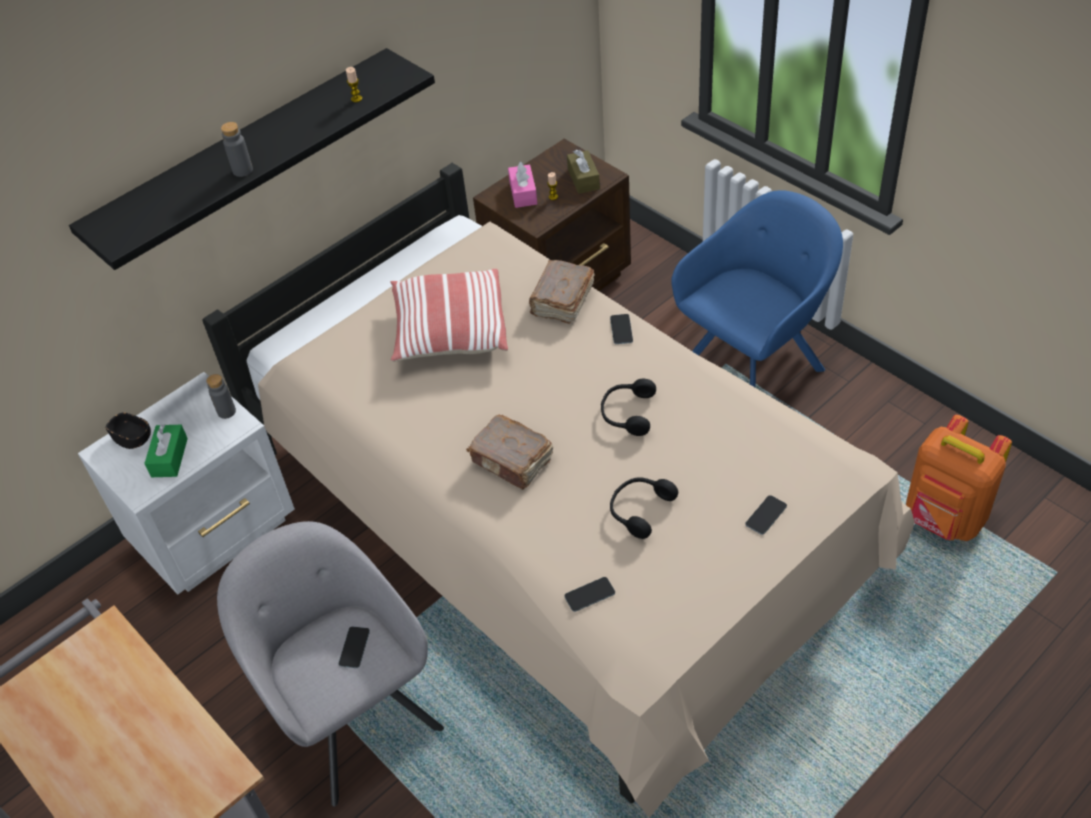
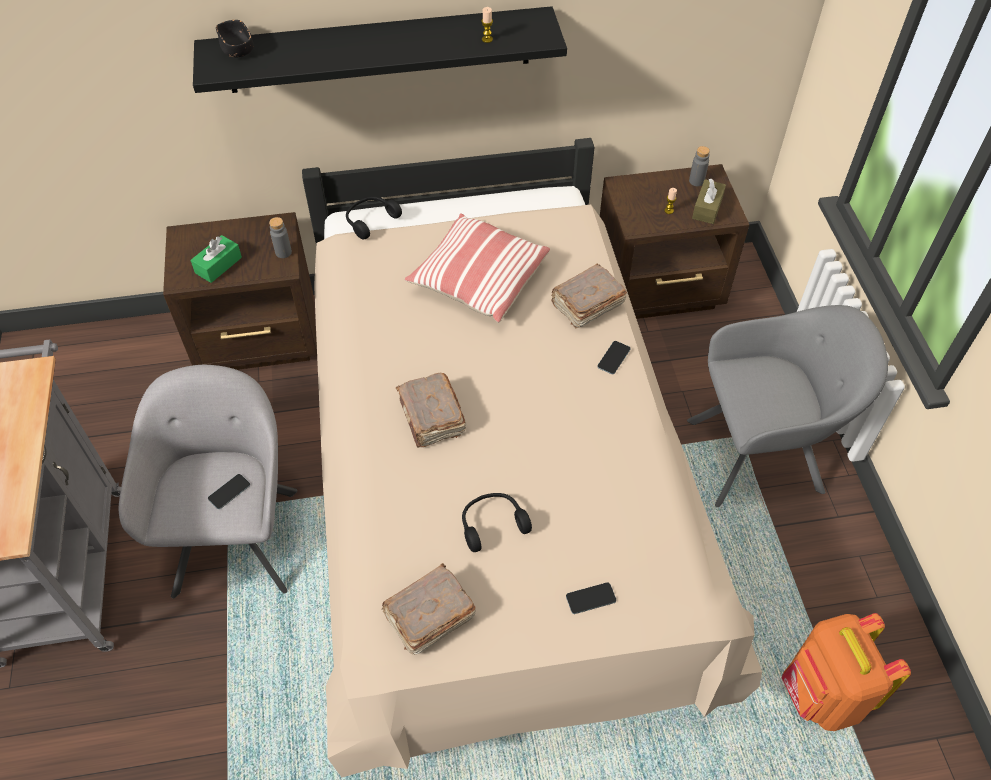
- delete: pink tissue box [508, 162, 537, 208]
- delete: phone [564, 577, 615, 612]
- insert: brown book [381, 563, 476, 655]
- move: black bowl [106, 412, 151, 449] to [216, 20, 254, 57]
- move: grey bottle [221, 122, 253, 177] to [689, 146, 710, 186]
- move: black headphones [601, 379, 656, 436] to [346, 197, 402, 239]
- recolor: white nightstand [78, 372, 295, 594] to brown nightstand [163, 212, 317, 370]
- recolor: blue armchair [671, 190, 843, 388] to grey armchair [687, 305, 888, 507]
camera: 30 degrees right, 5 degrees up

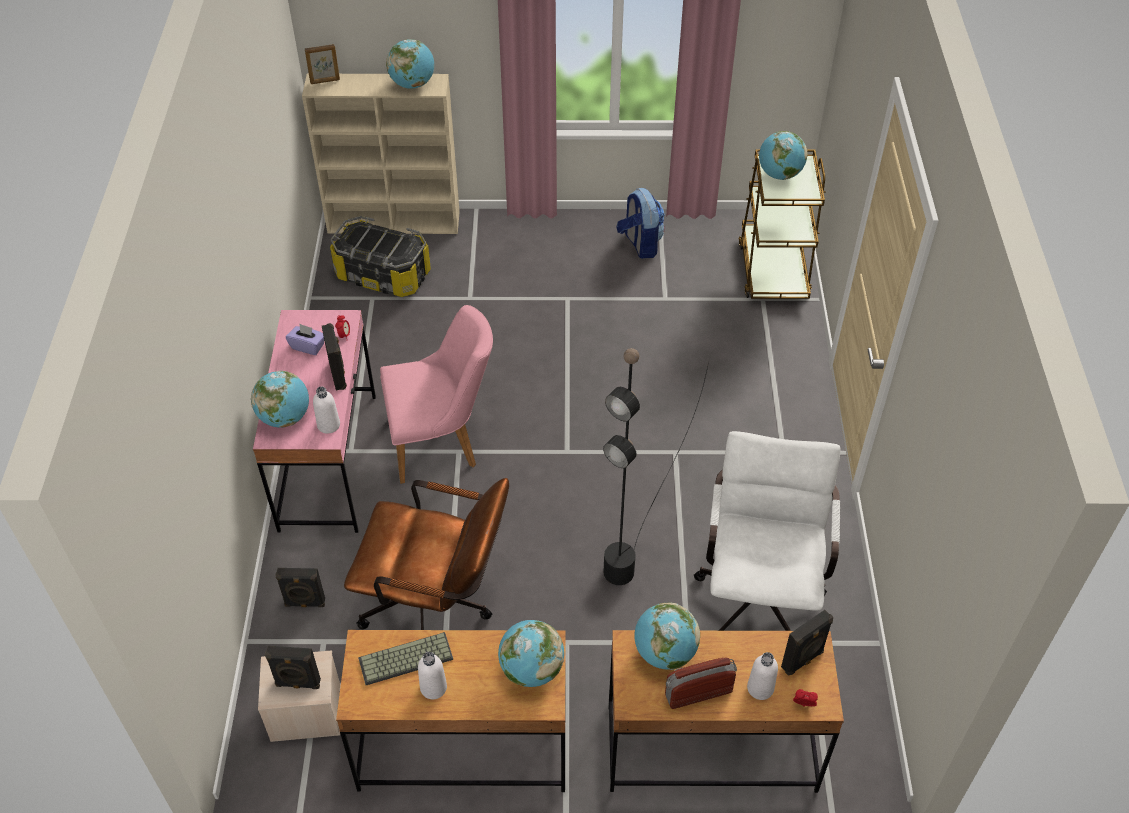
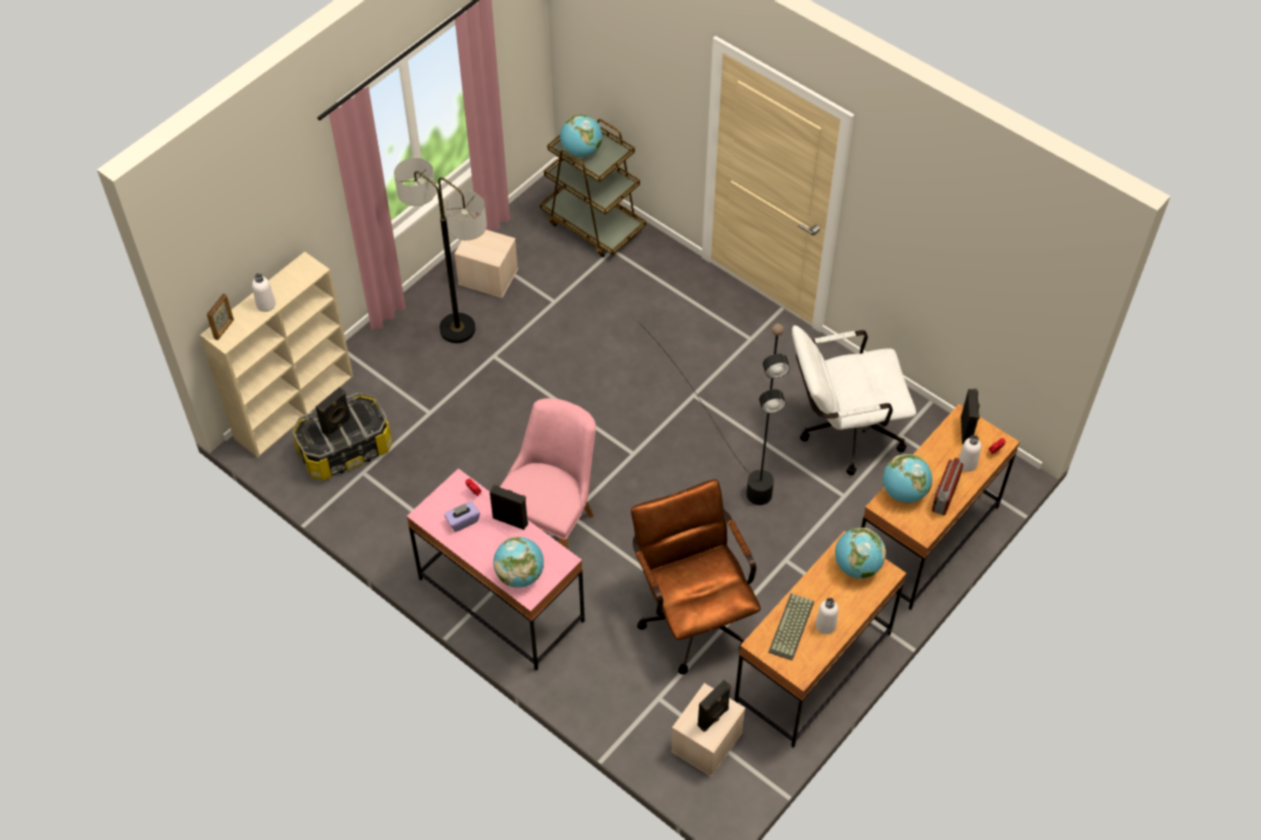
- delete: globe [386, 39, 434, 89]
- insert: floor lamp [394, 158, 487, 343]
- move: black speaker [275, 568, 325, 607] to [316, 387, 351, 437]
- move: white bottle [313, 386, 340, 434] to [252, 273, 276, 312]
- replace: backpack [616, 188, 665, 259] to beige storage box [454, 230, 518, 298]
- rotate: brown office chair [344, 478, 509, 630] = [631, 479, 761, 674] 75 degrees counterclockwise
- rotate: white office chair [694, 431, 840, 631] = [792, 325, 916, 475] 60 degrees counterclockwise
camera: 50 degrees left, 5 degrees up

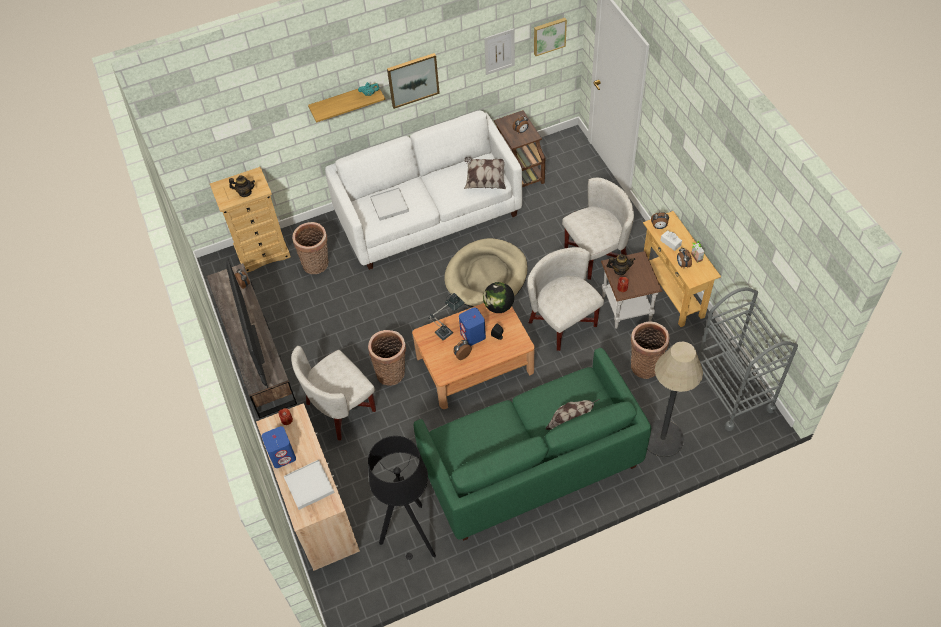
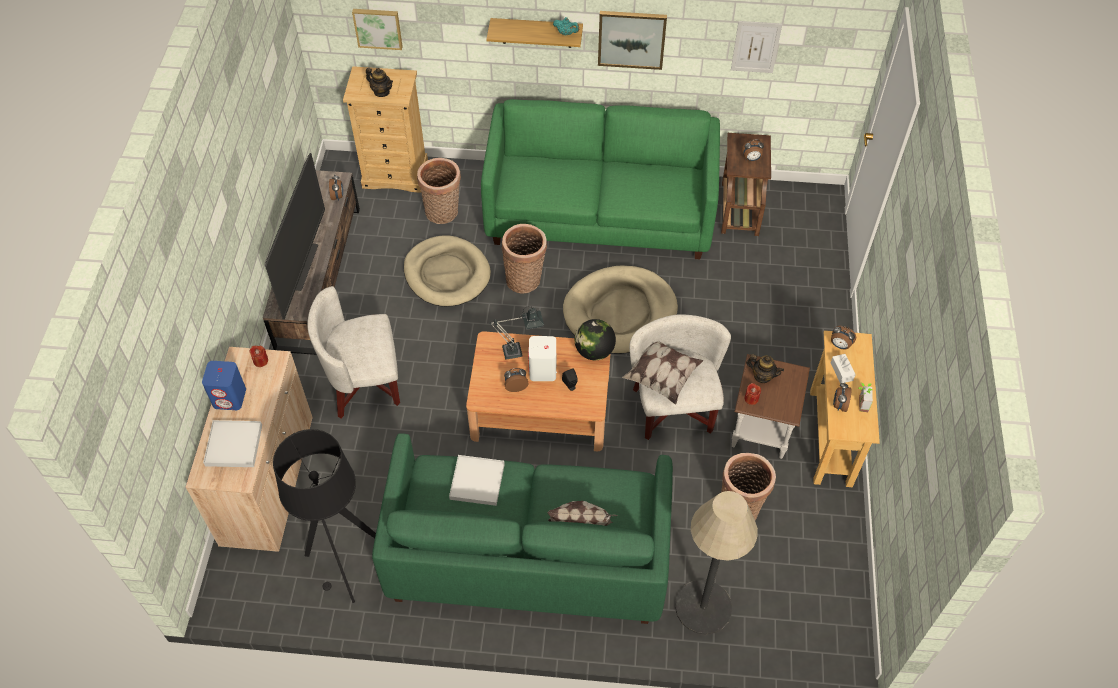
- delete: white armchair [562, 178, 634, 280]
- delete: grey cart [698, 287, 798, 431]
- insert: beige dog bed [404, 235, 491, 307]
- move: basket [368, 330, 406, 386] to [501, 224, 547, 294]
- move: white tray [370, 187, 409, 221] to [449, 455, 505, 506]
- move: pillow [464, 157, 506, 189] to [622, 341, 703, 404]
- move: picture [534, 18, 567, 56] to [352, 9, 403, 50]
- recolor: white sofa [325, 110, 522, 270] to green sofa [481, 99, 720, 259]
- recolor: blue speaker [459, 307, 486, 346] to white speaker [528, 336, 557, 381]
camera: 25 degrees right, 0 degrees up

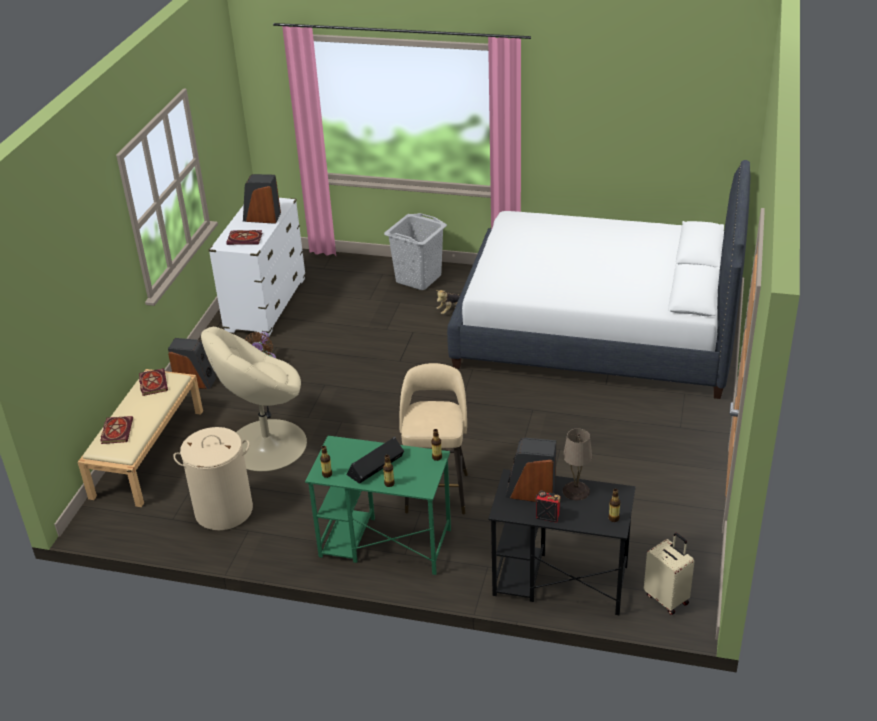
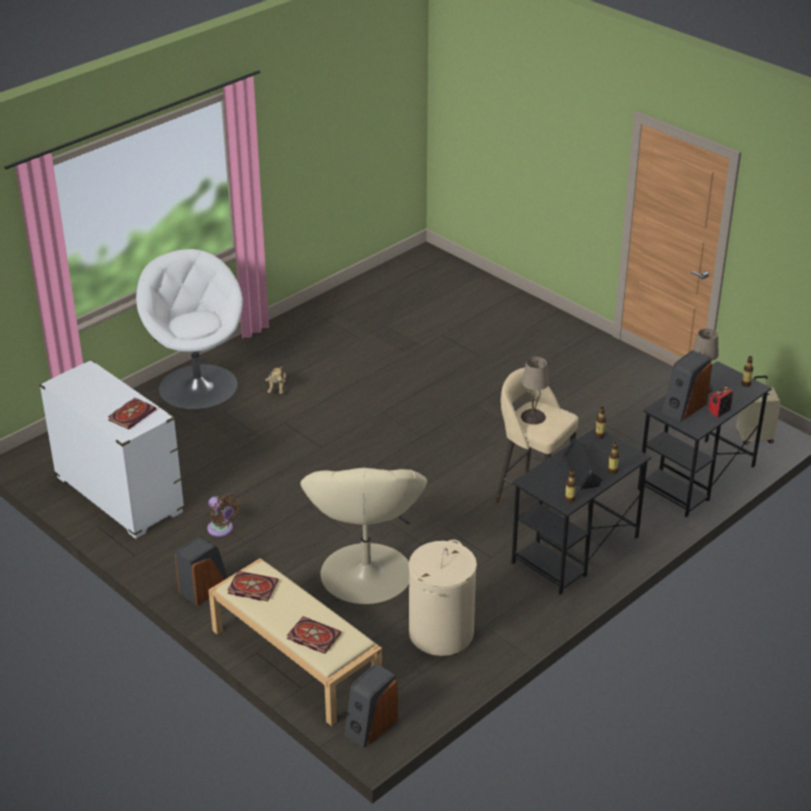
- delete: white bed [447, 160, 750, 399]
- insert: beige table lamp [521, 357, 549, 425]
- move: speaker [243, 174, 281, 224] to [344, 663, 398, 748]
- replace: grey laundry basket [384, 213, 447, 290] to white armchair [136, 249, 243, 409]
- recolor: green desk [305, 436, 451, 575] to black desk [511, 427, 651, 595]
camera: 60 degrees left, 0 degrees up

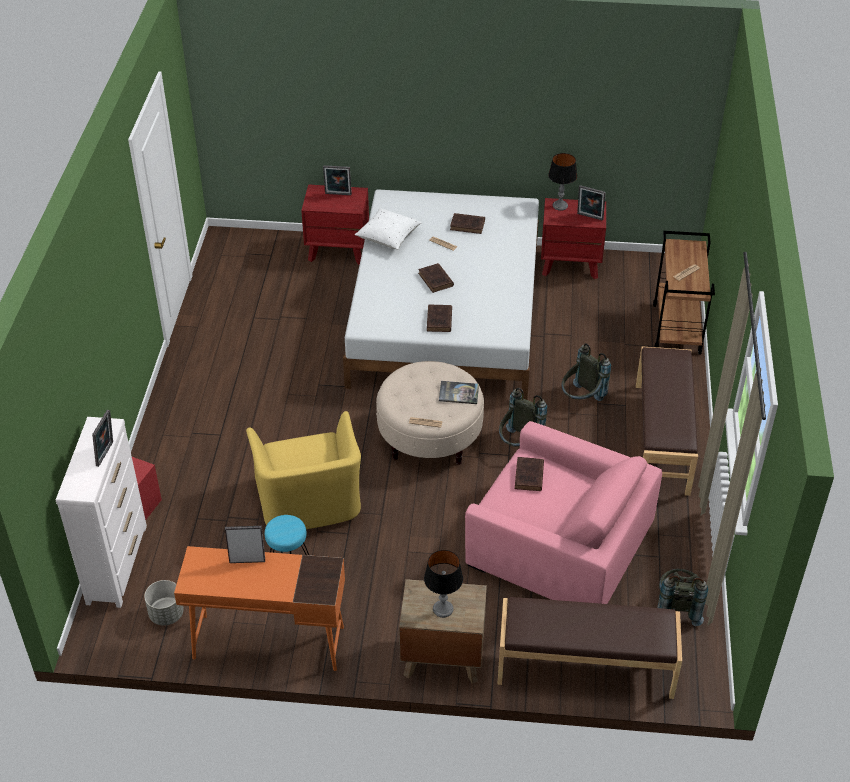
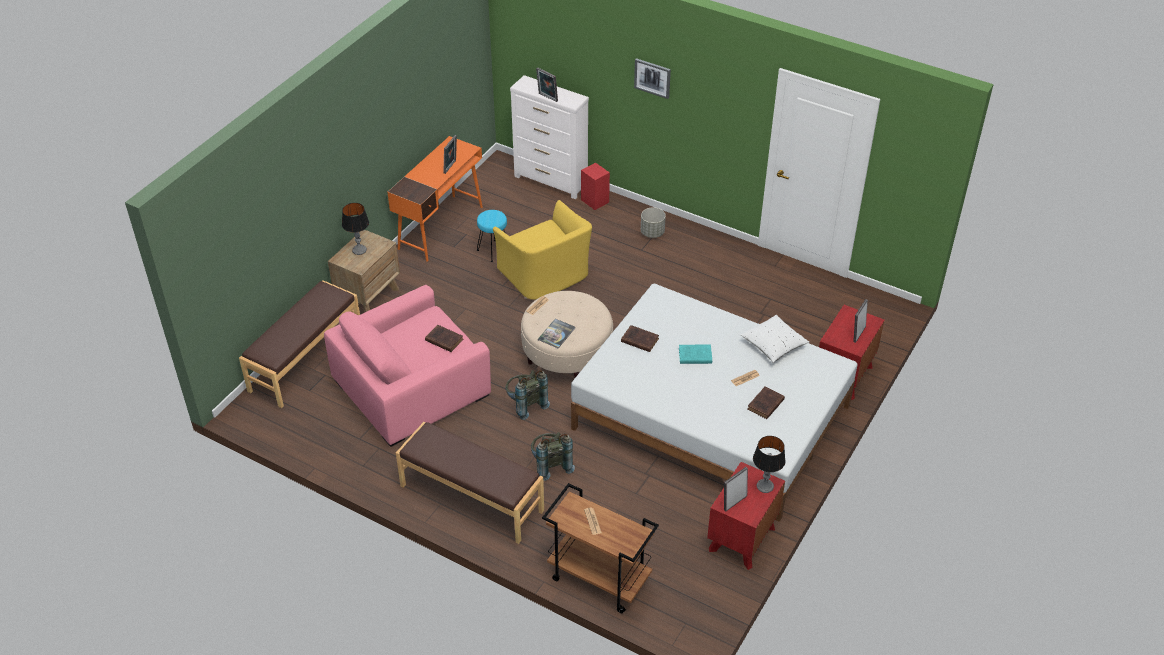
- delete: grey backpack [657, 569, 708, 626]
- insert: picture [634, 58, 671, 99]
- move: grey planter [144, 580, 184, 625] to [641, 207, 666, 238]
- recolor: brown book [418, 263, 454, 293] to turquoise book [679, 345, 712, 364]
- rotate: yellow armchair [246, 411, 361, 529] = [493, 200, 592, 300] 135 degrees counterclockwise
camera: 115 degrees right, 0 degrees up

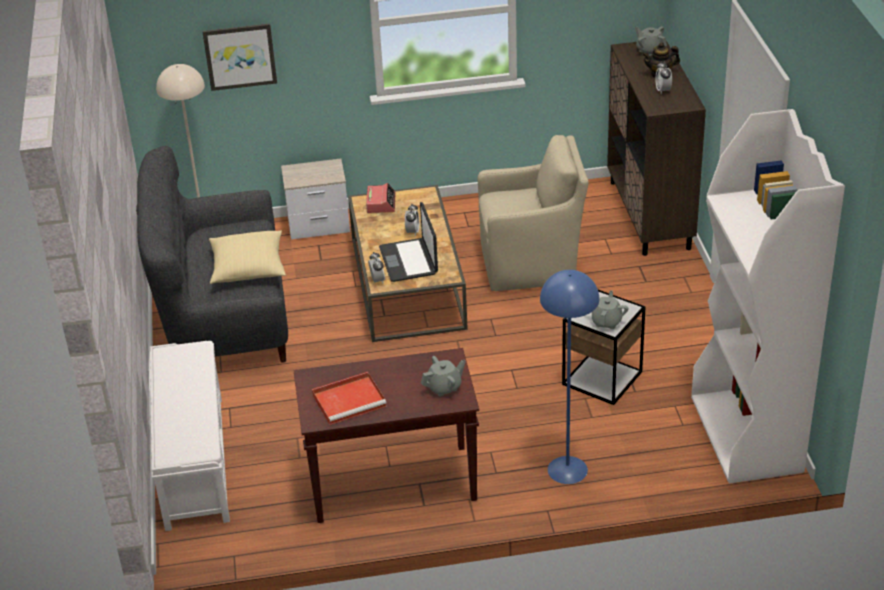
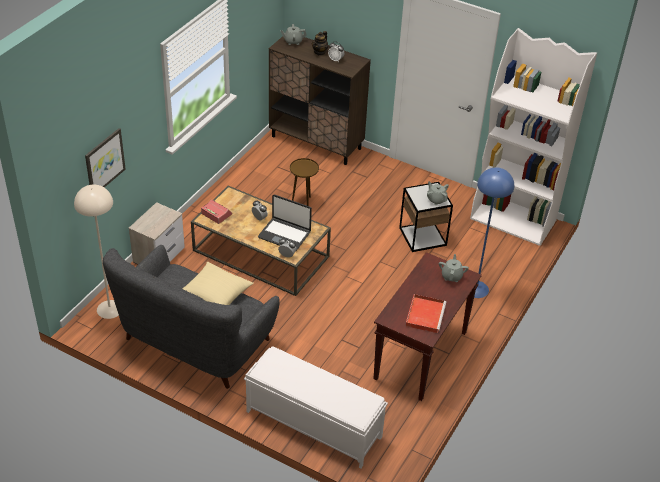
- replace: beige armchair [478, 135, 589, 291] to brown side table [290, 158, 319, 206]
camera: 55 degrees left, 5 degrees up

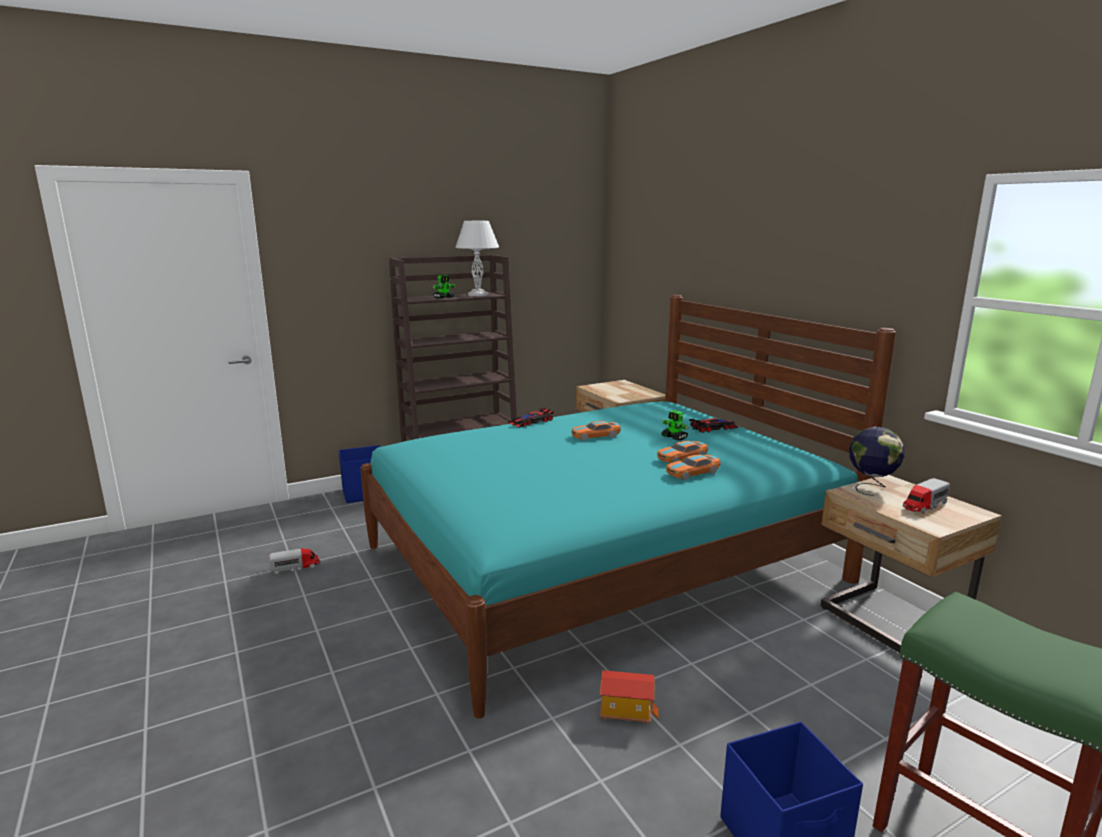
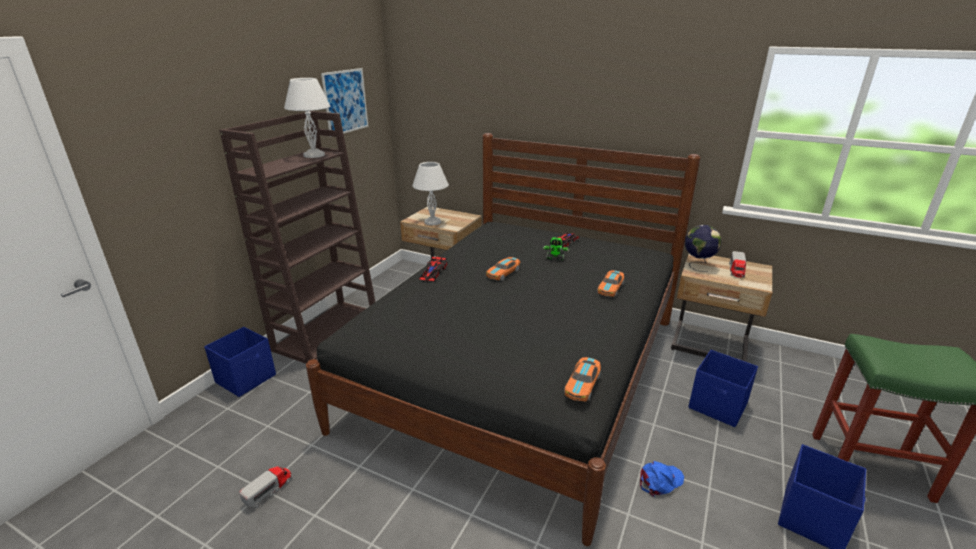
- delete: toy robot [432, 275, 455, 299]
- insert: picture [321, 68, 368, 137]
- insert: white table lamp [412, 162, 449, 225]
- insert: blue storage box [688, 350, 758, 427]
- move: toy car [657, 441, 708, 463] to [564, 357, 601, 402]
- replace: toy house [600, 670, 659, 724] to blue cap [640, 461, 684, 497]
- recolor: turquoise bed [361, 295, 896, 719] to black bed [306, 133, 701, 546]
camera: 35 degrees left, 10 degrees up

